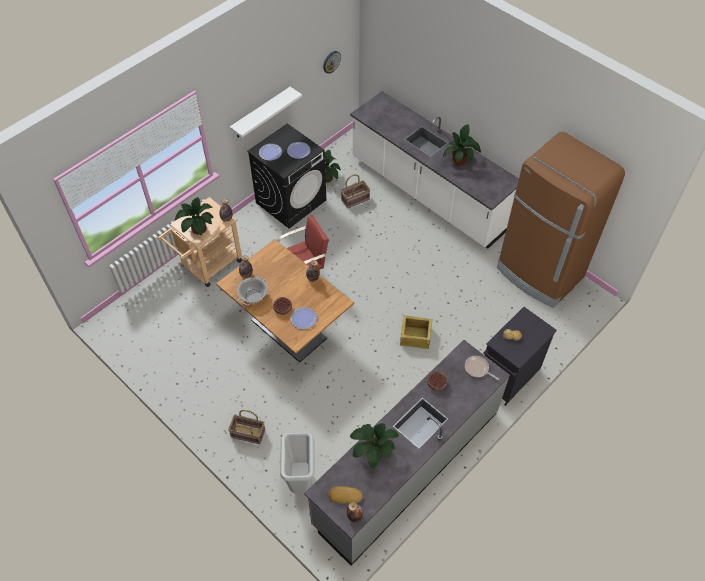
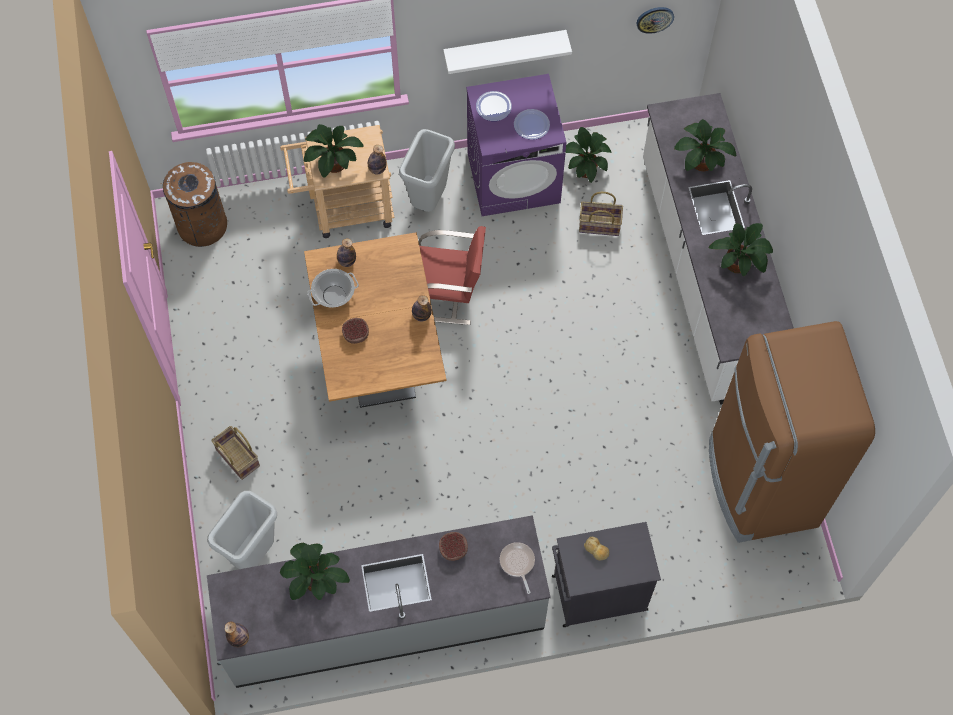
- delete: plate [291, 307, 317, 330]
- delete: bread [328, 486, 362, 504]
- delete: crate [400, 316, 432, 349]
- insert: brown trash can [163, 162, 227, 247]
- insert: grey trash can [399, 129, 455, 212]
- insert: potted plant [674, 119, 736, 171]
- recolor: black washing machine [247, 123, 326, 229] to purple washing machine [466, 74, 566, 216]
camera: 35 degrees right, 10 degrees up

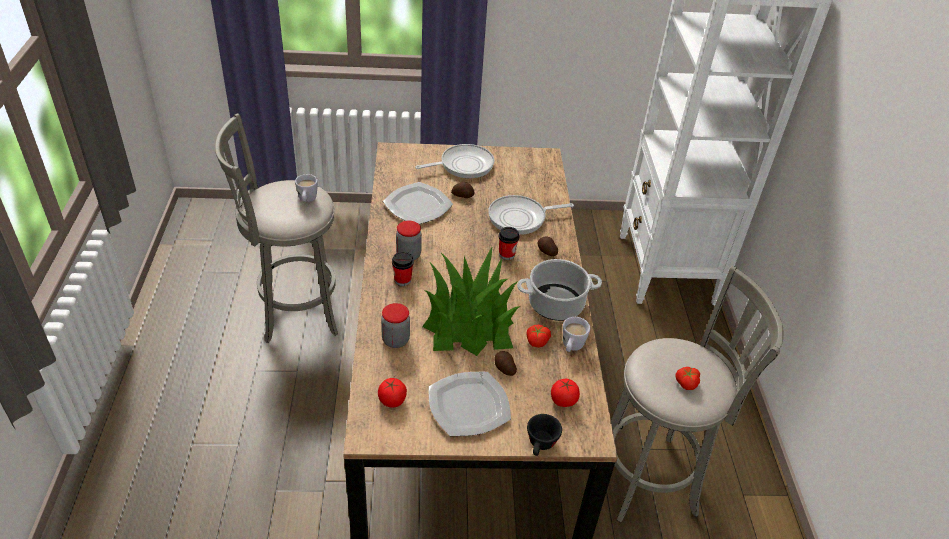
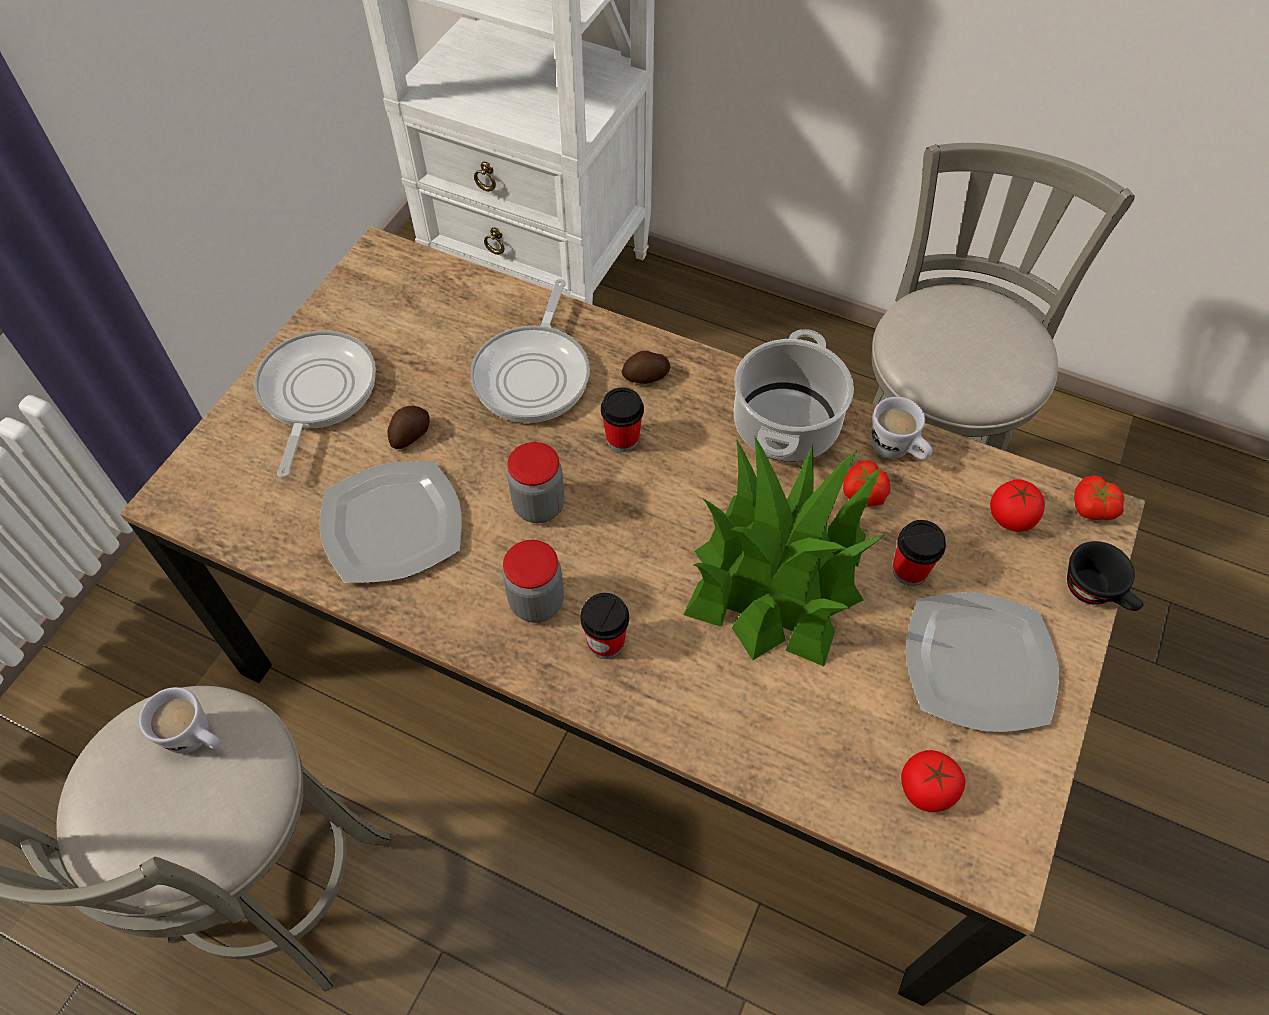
- move: jar [381, 303, 410, 348] to [507, 442, 565, 523]
- move: tomato [675, 367, 700, 390] to [1074, 475, 1125, 520]
- replace: potato [494, 351, 517, 376] to cup [892, 520, 946, 586]
camera: 60 degrees left, 15 degrees up

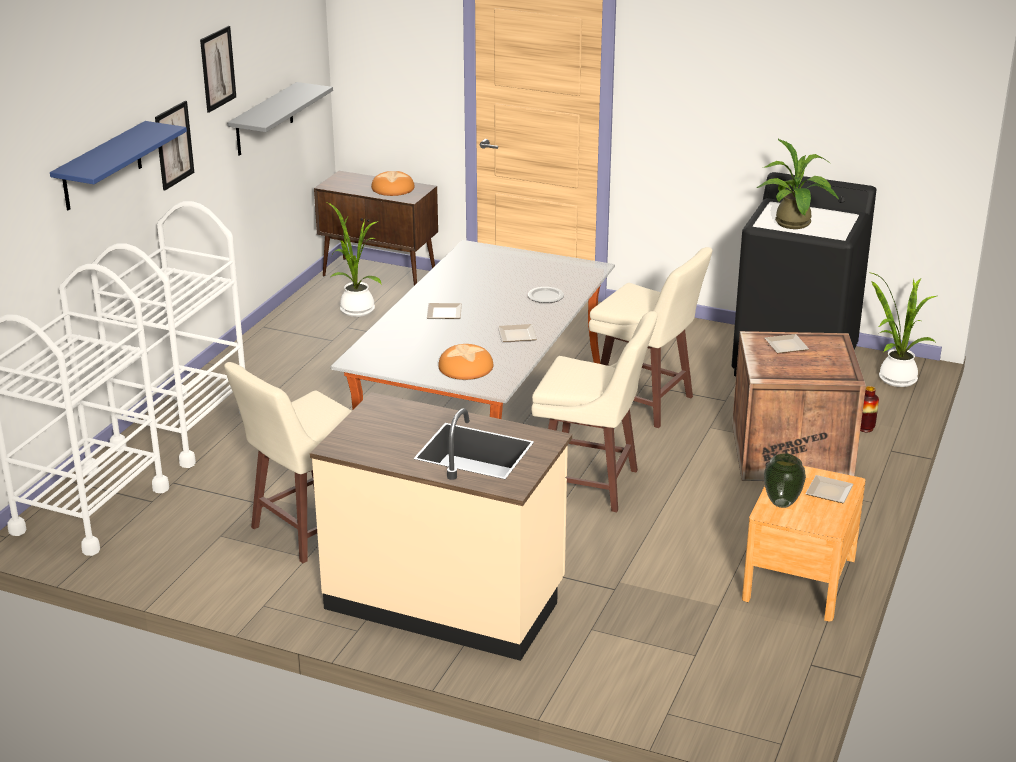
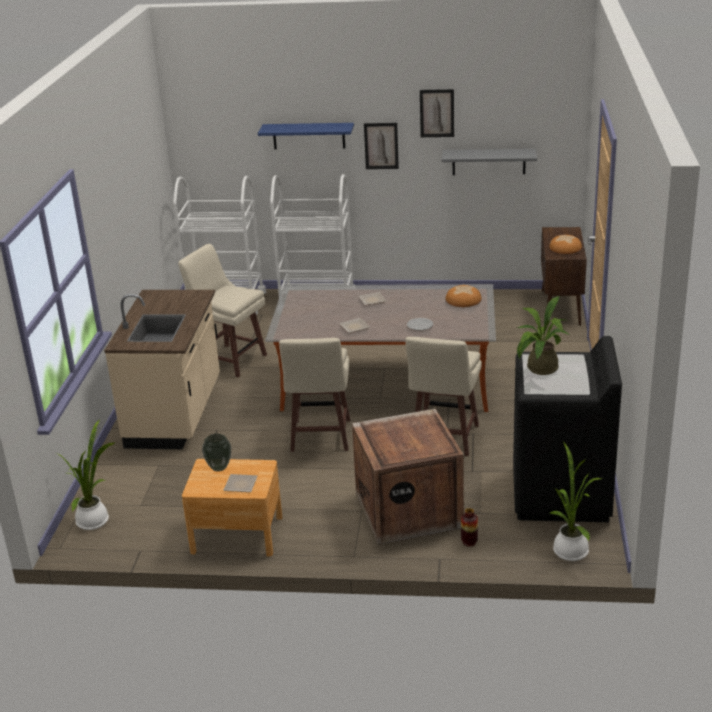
- delete: plate [765, 334, 809, 353]
- move: potted plant [327, 202, 382, 317] to [56, 419, 116, 530]
- move: bread [438, 344, 493, 380] to [446, 285, 481, 307]
camera: 75 degrees right, 0 degrees up

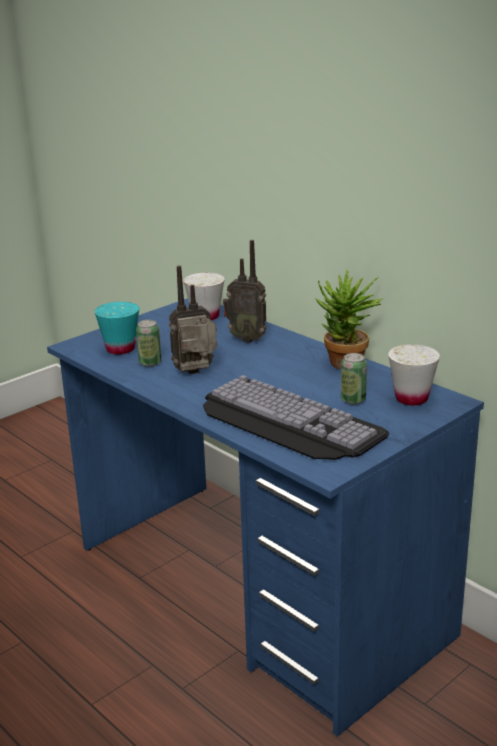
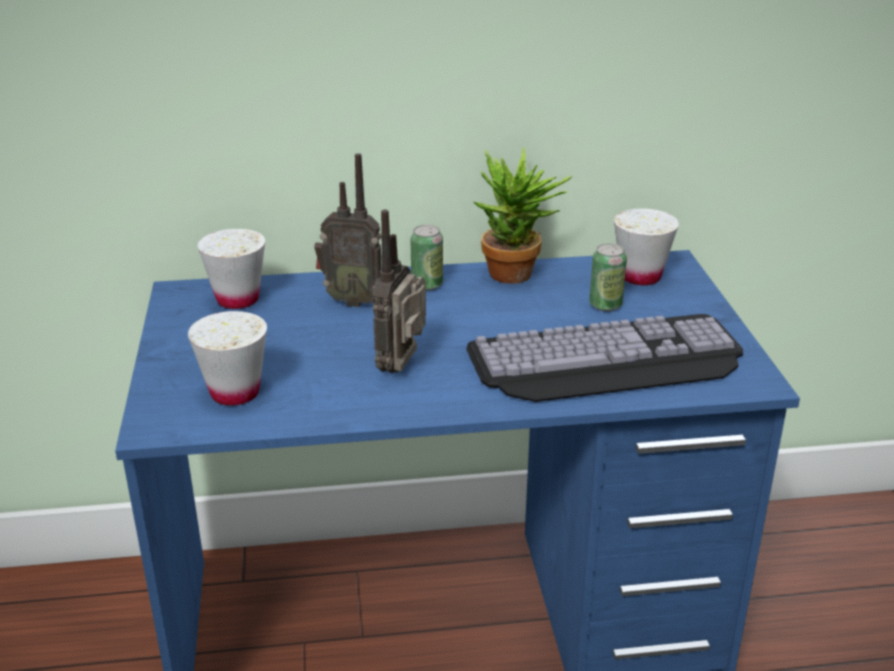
- move: can [136, 320, 162, 367] to [410, 225, 443, 290]
- recolor: turquoise cup [94, 302, 139, 354] to white cup [188, 311, 267, 406]
- rotate: radio [223, 240, 267, 343] = [314, 153, 382, 307] 45 degrees clockwise
camera: 55 degrees left, 5 degrees up

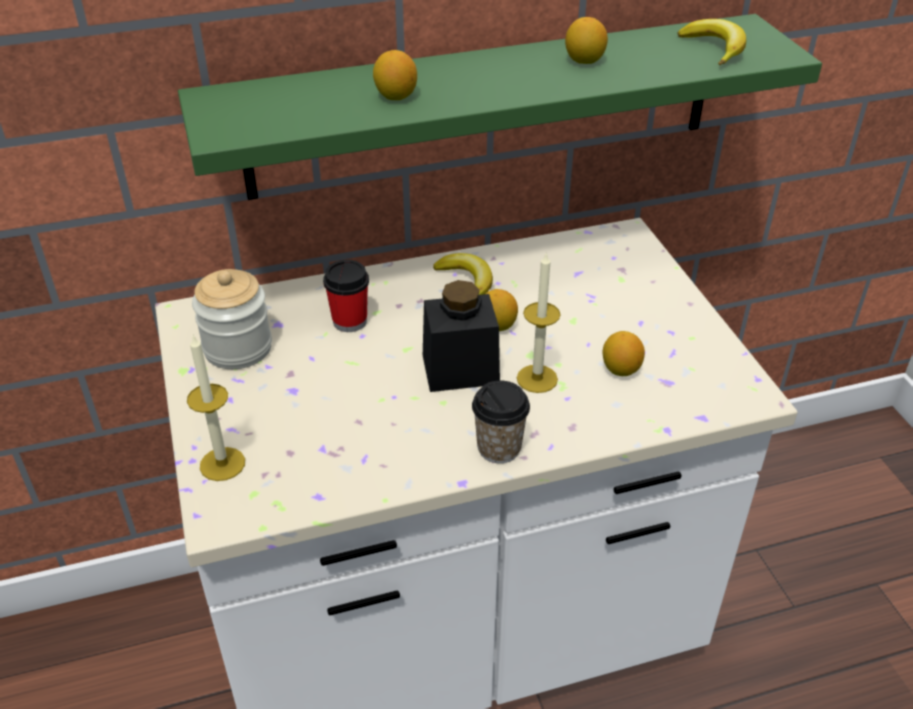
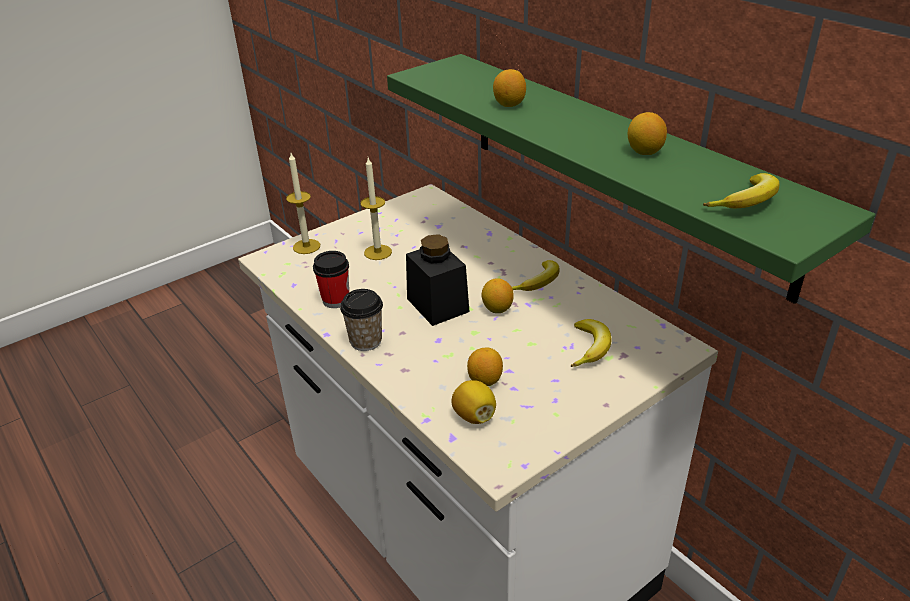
- delete: jar [192, 269, 272, 369]
- insert: lemon [452, 380, 496, 424]
- insert: banana [570, 319, 611, 367]
- move: cup [323, 260, 369, 332] to [313, 251, 349, 308]
- move: candle [517, 252, 561, 393] to [361, 158, 392, 260]
camera: 70 degrees right, 5 degrees down

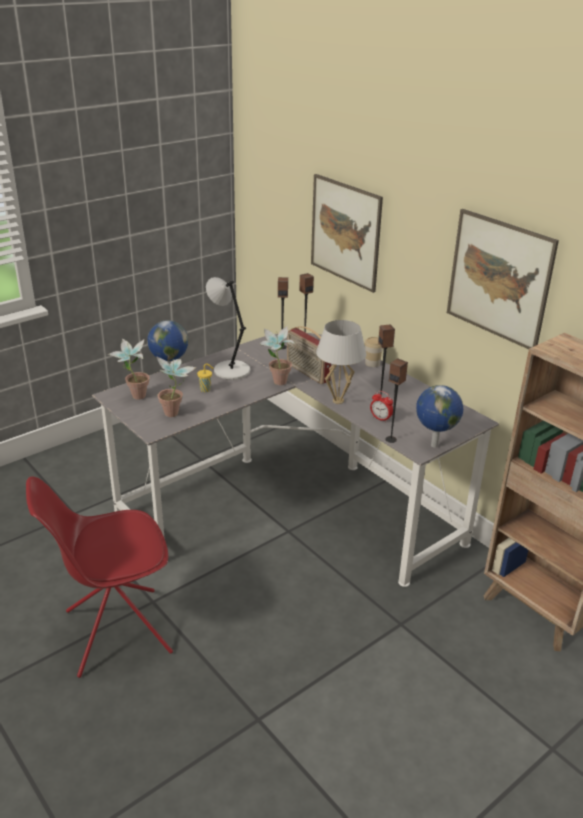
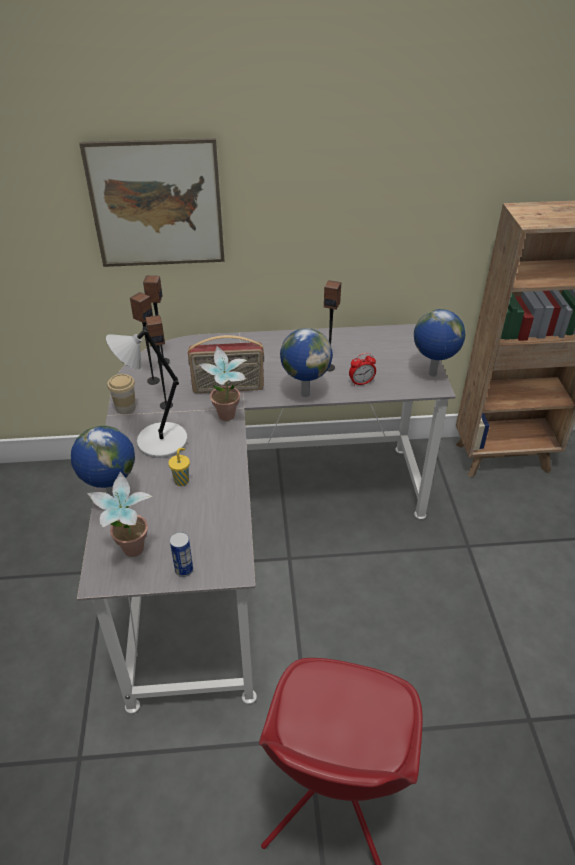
- delete: potted plant [156, 356, 196, 417]
- delete: picture [447, 209, 559, 349]
- insert: can [170, 532, 193, 577]
- move: cup [364, 337, 383, 367] to [107, 374, 136, 414]
- move: speaker [385, 358, 408, 443] to [146, 315, 173, 410]
- replace: white table lamp [316, 320, 366, 404] to globe [280, 328, 333, 397]
camera: 55 degrees left, 10 degrees up

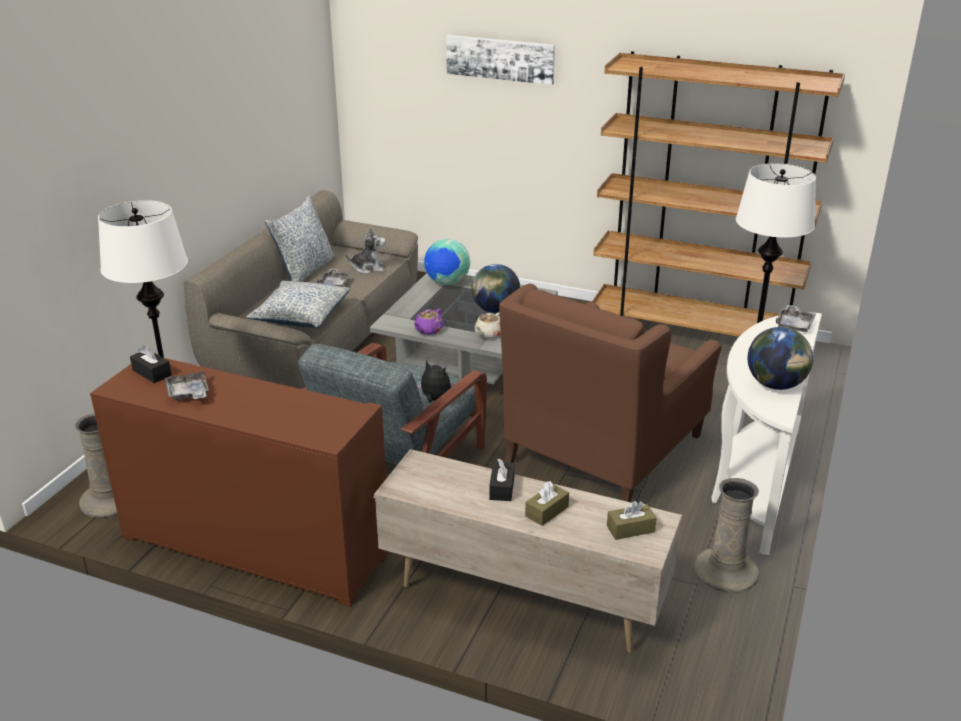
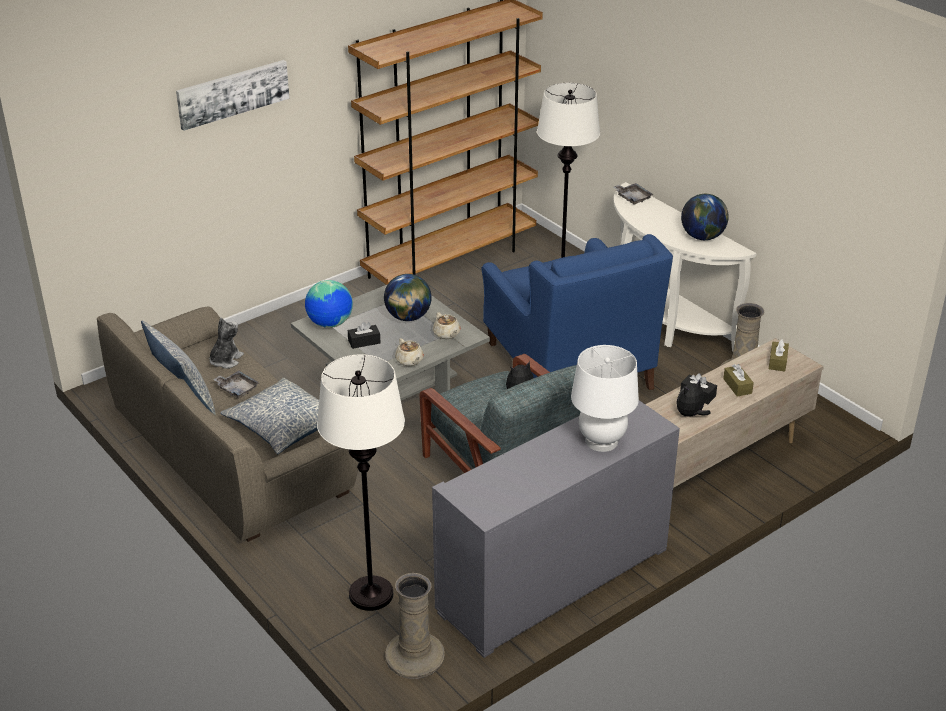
- delete: grey tray [165, 369, 209, 401]
- insert: white table lamp [571, 345, 639, 452]
- insert: plush toy [676, 379, 711, 417]
- move: black tissue box [130, 345, 171, 383] to [348, 322, 380, 349]
- recolor: brown cabinet [90, 355, 388, 607] to grey cabinet [432, 400, 680, 658]
- recolor: purple teapot [414, 309, 443, 335] to beige teapot [395, 338, 424, 366]
- recolor: brown armchair [499, 284, 722, 502] to blue armchair [481, 234, 673, 390]
camera: 60 degrees left, 5 degrees up

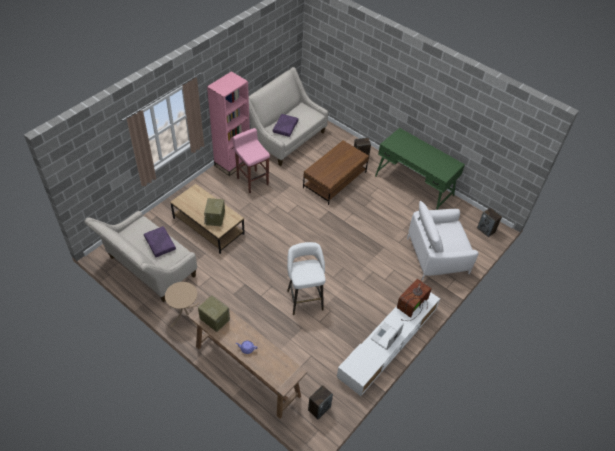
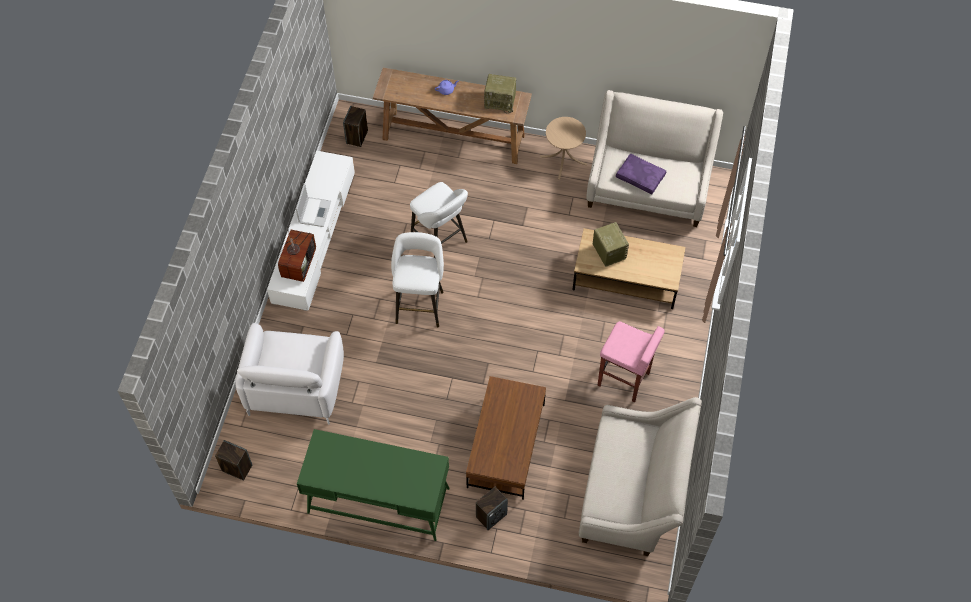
- delete: pink bookcase [207, 71, 250, 176]
- delete: purple pillow [273, 114, 298, 137]
- insert: white stool [391, 232, 444, 327]
- rotate: white armchair [407, 201, 479, 281] = [236, 323, 344, 425] 135 degrees clockwise
camera: 155 degrees right, 10 degrees up

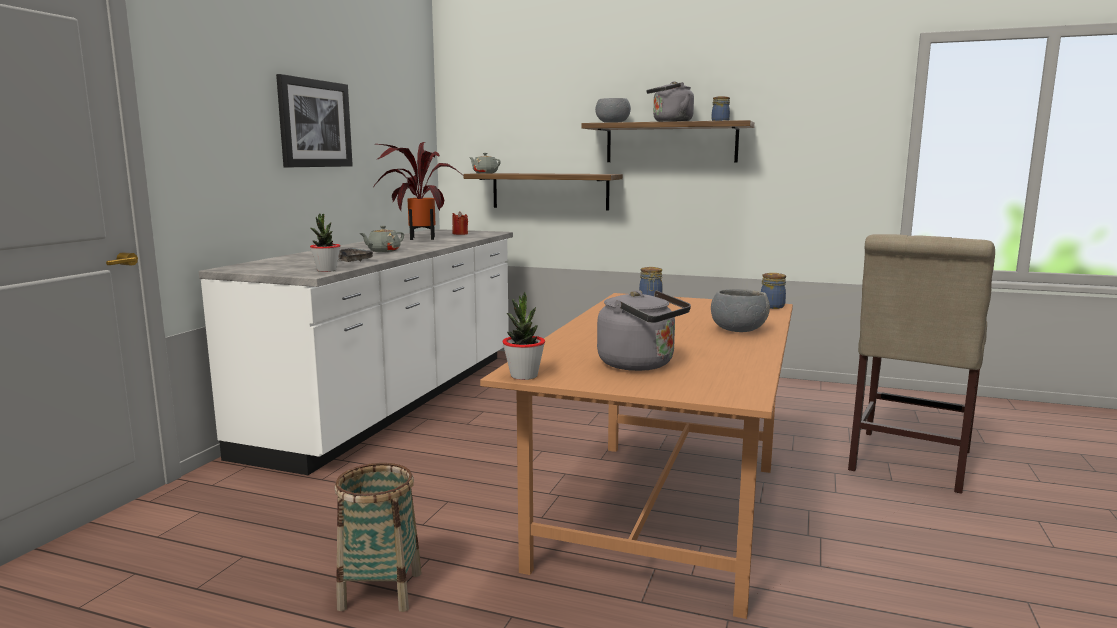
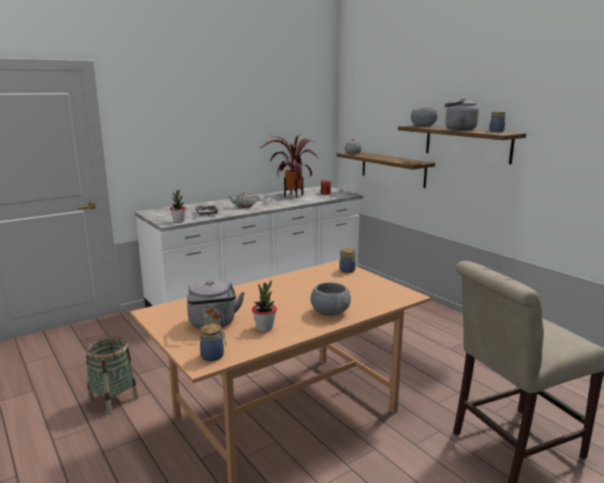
- delete: picture [276, 74, 353, 168]
- move: potted plant [502, 292, 545, 380] to [252, 280, 277, 332]
- move: jar [761, 273, 786, 309] to [200, 324, 226, 361]
camera: 35 degrees right, 5 degrees up

